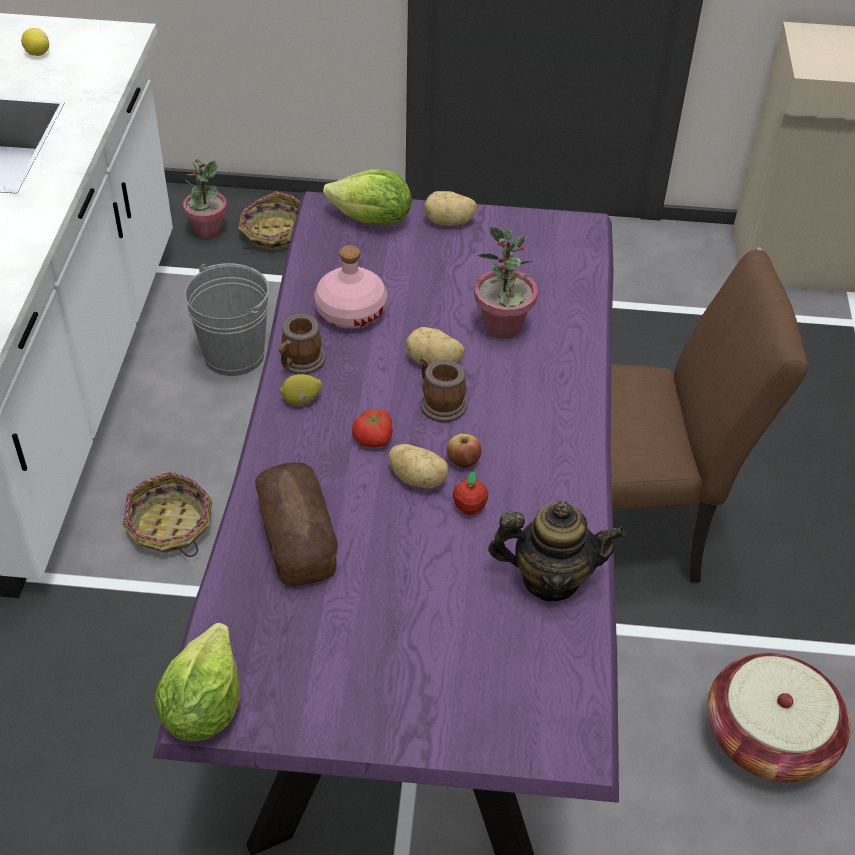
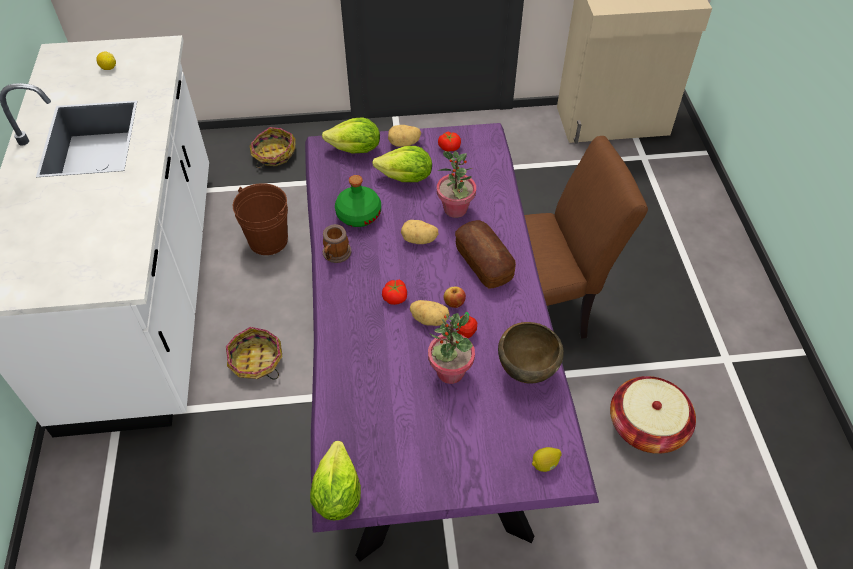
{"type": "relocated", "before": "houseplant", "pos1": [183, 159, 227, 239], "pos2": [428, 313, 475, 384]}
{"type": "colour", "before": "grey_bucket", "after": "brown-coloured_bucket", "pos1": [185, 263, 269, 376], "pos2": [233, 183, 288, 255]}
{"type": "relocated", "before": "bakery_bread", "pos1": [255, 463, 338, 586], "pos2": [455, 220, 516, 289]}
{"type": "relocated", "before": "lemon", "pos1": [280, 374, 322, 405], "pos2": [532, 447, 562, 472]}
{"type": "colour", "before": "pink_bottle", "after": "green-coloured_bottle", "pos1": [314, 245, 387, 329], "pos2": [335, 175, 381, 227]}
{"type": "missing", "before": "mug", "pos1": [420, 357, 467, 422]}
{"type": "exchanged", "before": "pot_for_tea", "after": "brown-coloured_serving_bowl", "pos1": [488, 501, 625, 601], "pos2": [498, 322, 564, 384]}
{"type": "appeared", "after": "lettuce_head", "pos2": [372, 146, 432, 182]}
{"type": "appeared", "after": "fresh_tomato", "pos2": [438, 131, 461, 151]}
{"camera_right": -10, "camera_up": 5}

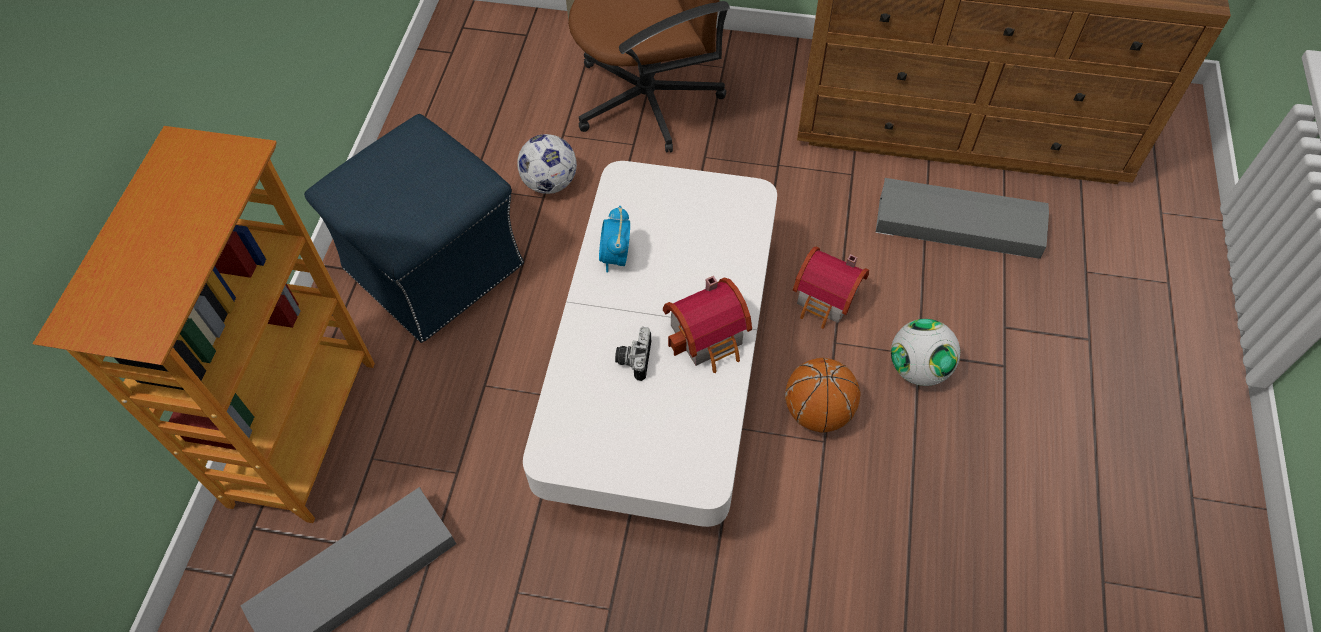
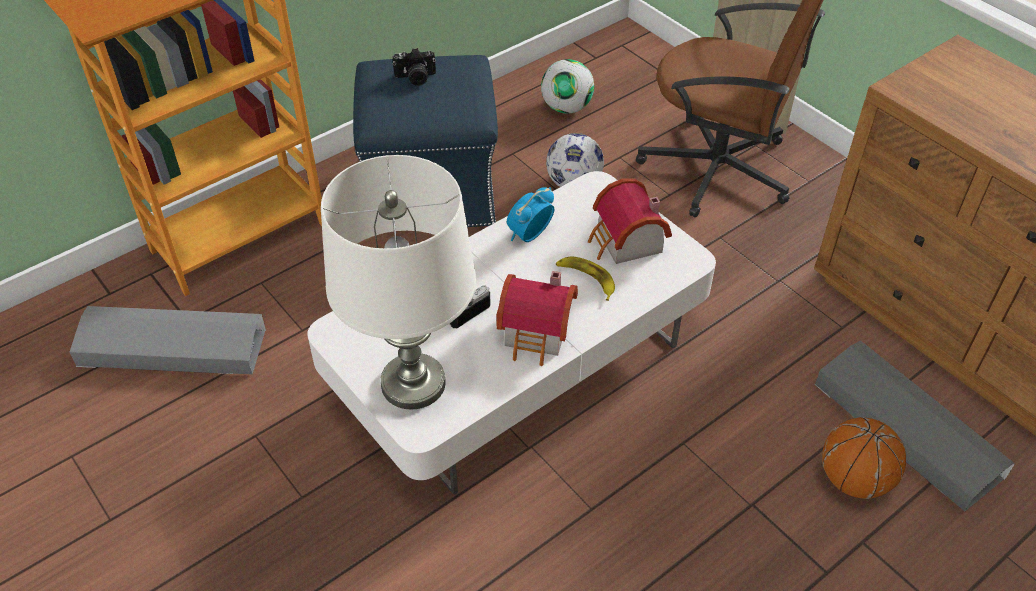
{"type": "relocated", "before": "basketball", "pos1": [785, 358, 861, 433], "pos2": [822, 417, 906, 499]}
{"type": "relocated", "before": "toy_house", "pos1": [793, 247, 869, 329], "pos2": [588, 178, 672, 264]}
{"type": "relocated", "before": "football", "pos1": [891, 319, 960, 386], "pos2": [541, 59, 594, 114]}
{"type": "appeared", "after": "whitish_table_lamp", "pos2": [321, 155, 476, 409]}
{"type": "appeared", "after": "photo_camera", "pos2": [393, 48, 436, 86]}
{"type": "appeared", "after": "banana", "pos2": [556, 256, 615, 301]}
{"camera_right": 40, "camera_up": -10}

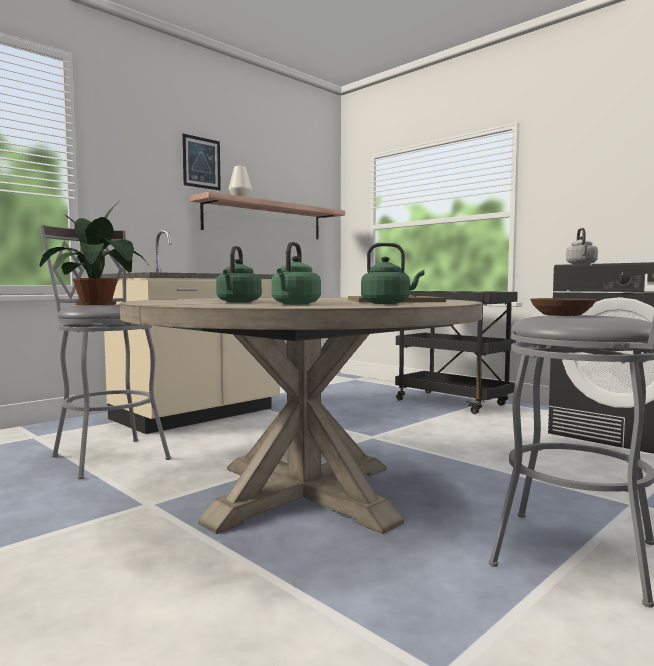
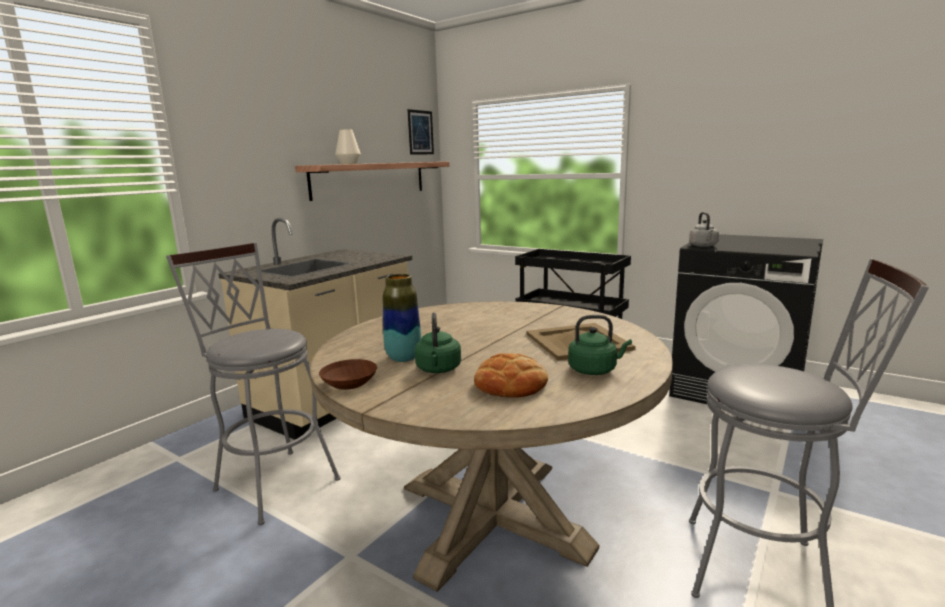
{"type": "missing", "before": "houseplant", "pos1": [39, 203, 148, 305]}
{"type": "relocated", "before": "wall_picture", "pos1": [182, 134, 221, 190], "pos2": [407, 109, 434, 155]}
{"type": "exchanged", "before": "green-coloured_kettle", "after": "bakery_bread", "pos1": [271, 242, 321, 304], "pos2": [474, 353, 548, 398]}
{"type": "relocated", "before": "brown-coloured_serving_bowl", "pos1": [530, 298, 596, 316], "pos2": [319, 359, 377, 390]}
{"type": "appeared", "after": "decorative_vase", "pos2": [383, 274, 421, 362]}
{"camera_right": -10, "camera_up": 10}

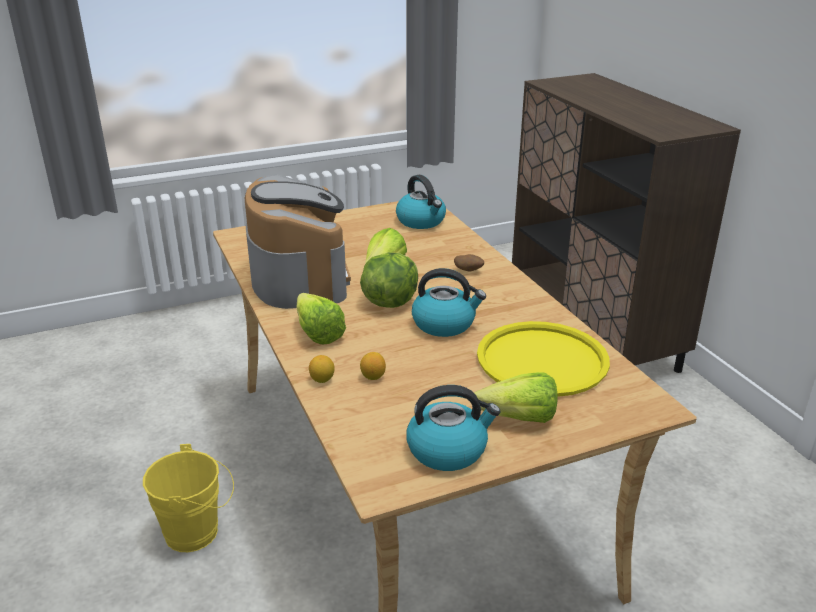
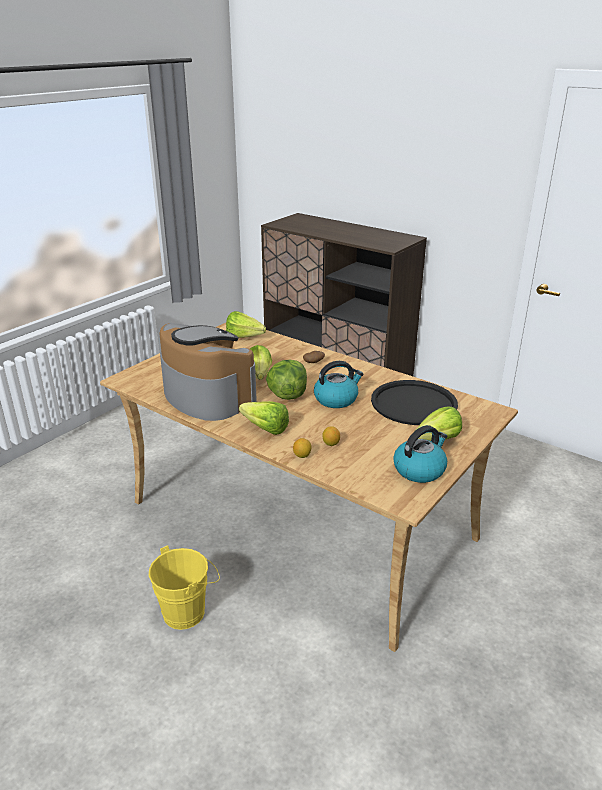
{"type": "exchanged", "before": "kettle", "after": "lettuce_head", "pos1": [396, 175, 446, 229], "pos2": [226, 311, 266, 338]}
{"type": "colour", "before": "yellow-coloured_serving_tray", "after": "black-coloured_serving_tray", "pos1": [477, 321, 610, 397], "pos2": [371, 380, 458, 425]}
{"camera_right": -30, "camera_up": 0}

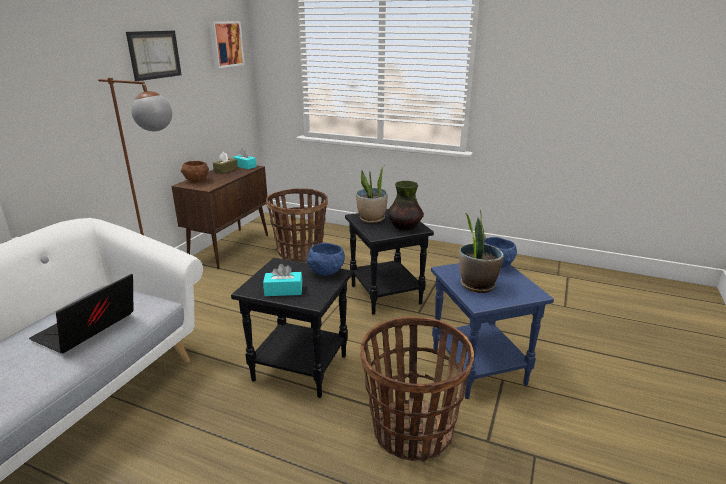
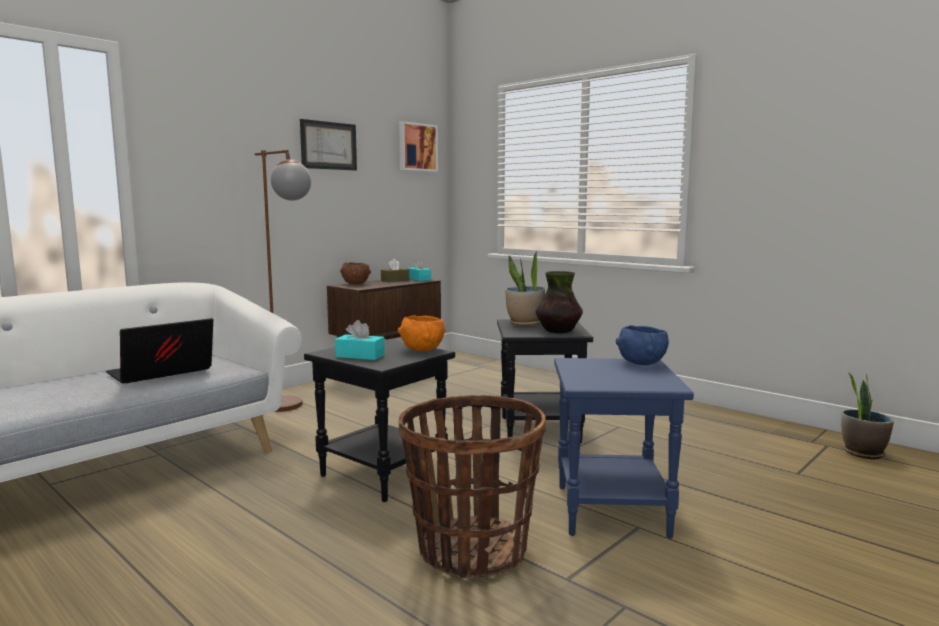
{"type": "missing", "before": "storage_basket", "pos1": [266, 188, 328, 262]}
{"type": "colour", "before": "blue-coloured_serving_bowl", "after": "orange_serving_bowl", "pos1": [306, 243, 345, 276], "pos2": [398, 315, 446, 351]}
{"type": "relocated", "before": "houseplant", "pos1": [459, 210, 504, 293], "pos2": [841, 372, 894, 459]}
{"camera_right": 20, "camera_up": -15}

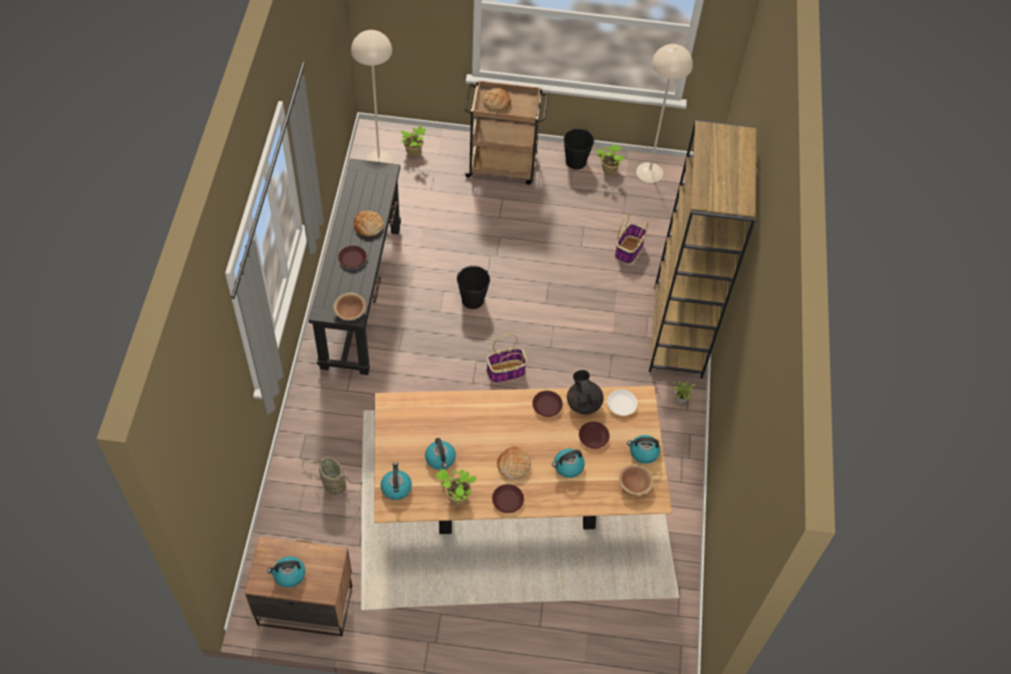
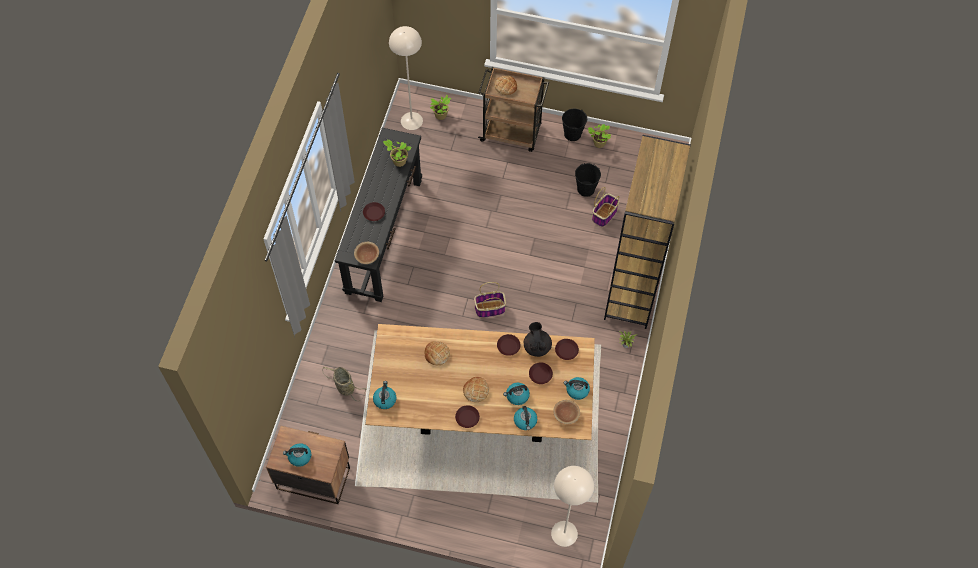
{"type": "relocated", "before": "bakery_bread", "pos1": [354, 211, 384, 236], "pos2": [425, 341, 450, 365]}
{"type": "relocated", "before": "kettle", "pos1": [425, 438, 456, 470], "pos2": [514, 406, 537, 430]}
{"type": "relocated", "before": "houseplant", "pos1": [435, 469, 477, 505], "pos2": [383, 140, 411, 167]}
{"type": "relocated", "before": "black-coloured_bucket", "pos1": [457, 265, 490, 309], "pos2": [575, 163, 601, 197]}
{"type": "colour", "before": "whitish_plate", "after": "brown-coloured_plate", "pos1": [607, 389, 638, 416], "pos2": [555, 339, 579, 360]}
{"type": "relocated", "before": "beige-coloured_standard_lamp", "pos1": [636, 44, 693, 183], "pos2": [551, 466, 594, 547]}
{"camera_right": 10, "camera_up": 5}

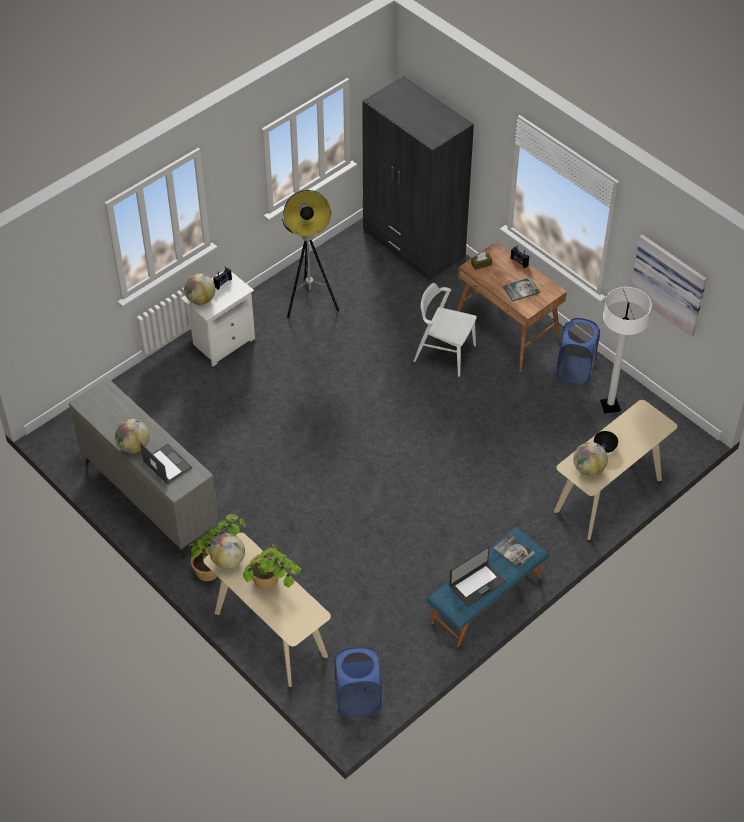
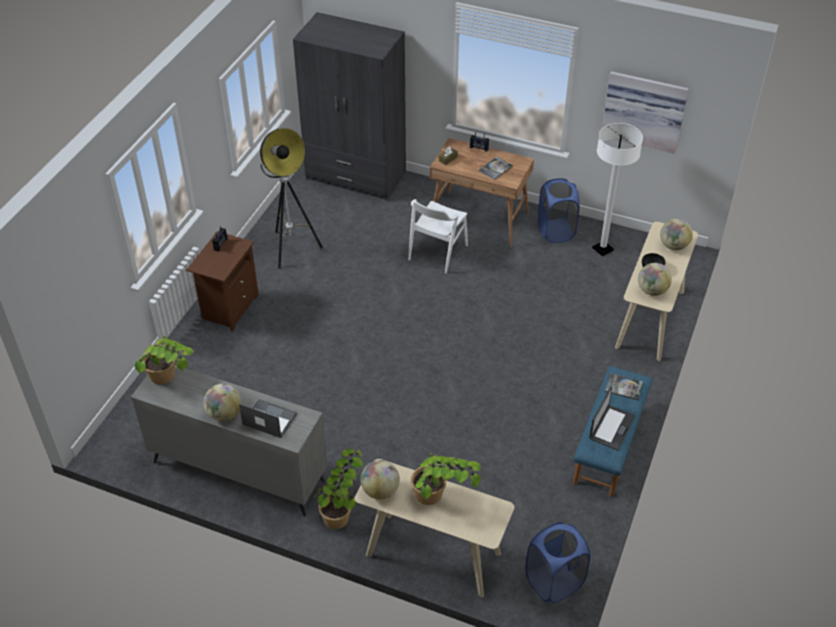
{"type": "colour", "before": "whitish_nightstand", "after": "brown-coloured_nightstand", "pos1": [181, 271, 255, 366], "pos2": [186, 231, 259, 331]}
{"type": "relocated", "before": "globe", "pos1": [184, 274, 215, 305], "pos2": [660, 219, 693, 250]}
{"type": "spun", "before": "whitish_plain_chair", "pos1": [414, 283, 477, 377], "pos2": [408, 199, 468, 274], "turn": -60}
{"type": "appeared", "after": "houseplant", "pos2": [135, 335, 195, 384]}
{"camera_right": -25, "camera_up": -5}

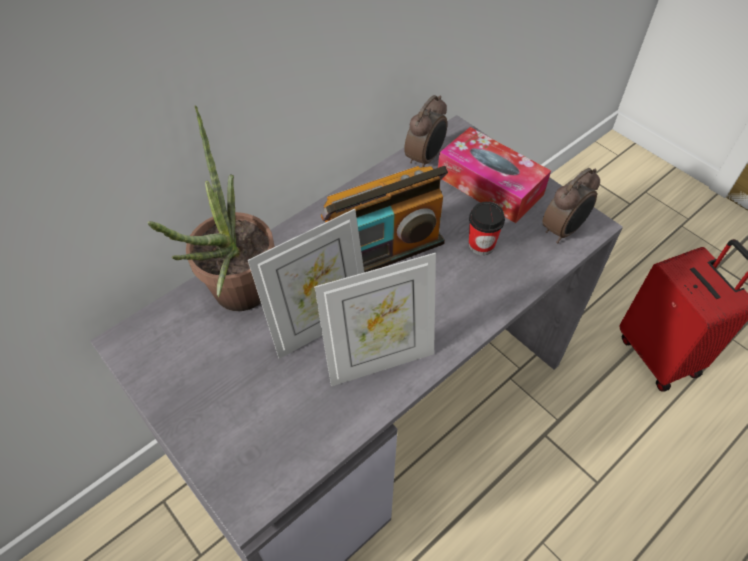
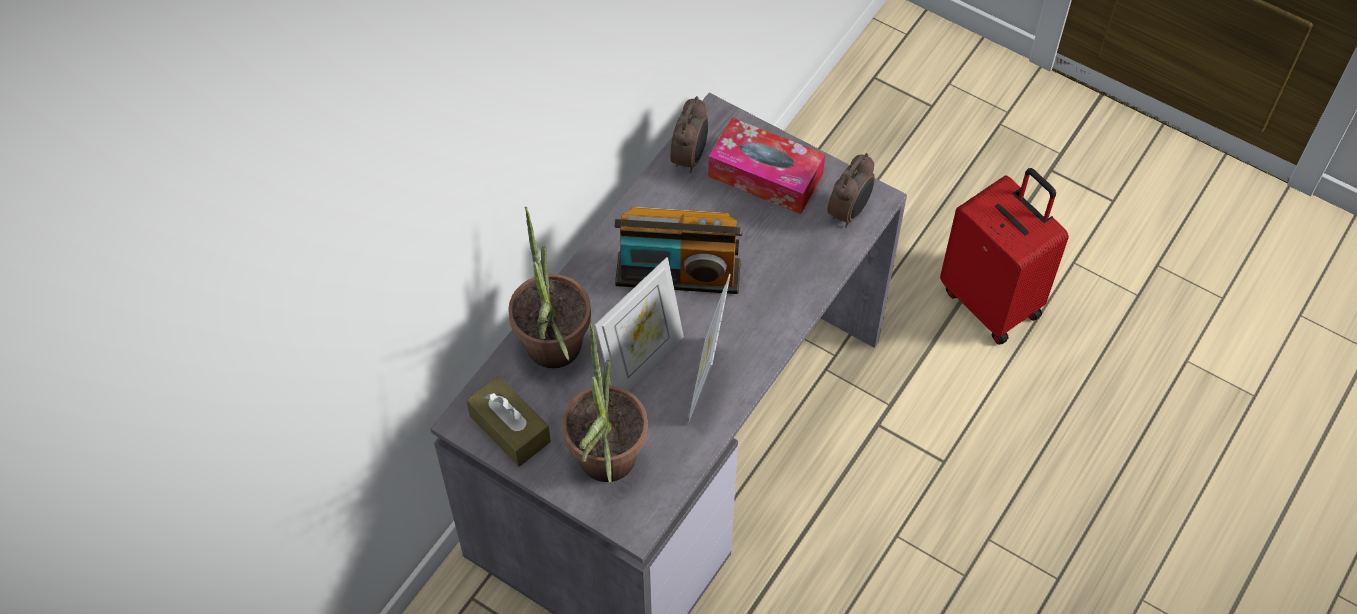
{"type": "spun", "before": "standing_frame", "pos1": [314, 253, 436, 386], "pos2": [688, 274, 731, 425], "turn": 135}
{"type": "spun", "before": "radio", "pos1": [321, 166, 448, 272], "pos2": [614, 207, 742, 294], "turn": 45}
{"type": "missing", "before": "cup", "pos1": [469, 202, 505, 255]}
{"type": "appeared", "after": "brown-coloured_tissue_holder", "pos2": [466, 376, 551, 467]}
{"type": "appeared", "after": "houseplant", "pos2": [562, 322, 648, 484]}
{"camera_right": -15, "camera_up": 5}

